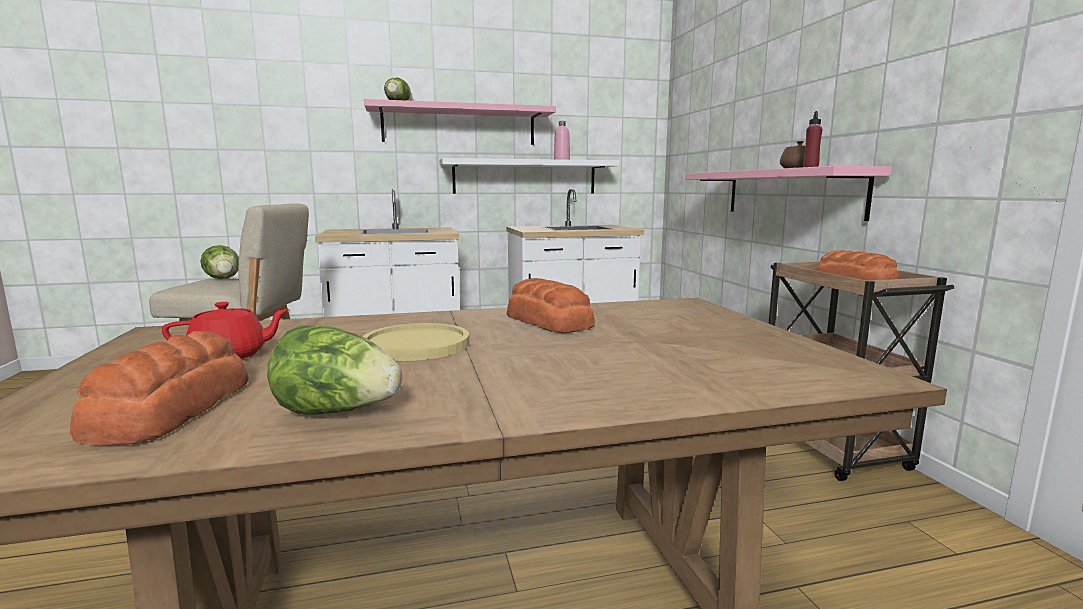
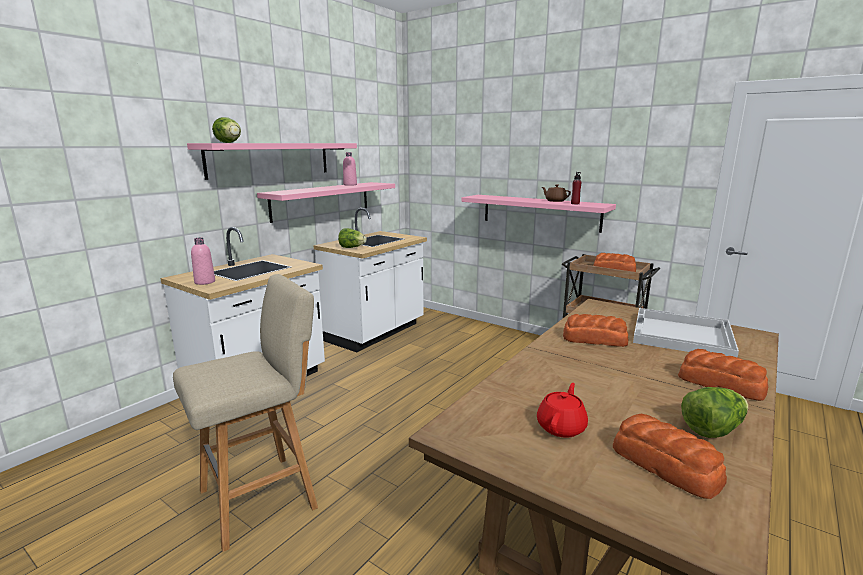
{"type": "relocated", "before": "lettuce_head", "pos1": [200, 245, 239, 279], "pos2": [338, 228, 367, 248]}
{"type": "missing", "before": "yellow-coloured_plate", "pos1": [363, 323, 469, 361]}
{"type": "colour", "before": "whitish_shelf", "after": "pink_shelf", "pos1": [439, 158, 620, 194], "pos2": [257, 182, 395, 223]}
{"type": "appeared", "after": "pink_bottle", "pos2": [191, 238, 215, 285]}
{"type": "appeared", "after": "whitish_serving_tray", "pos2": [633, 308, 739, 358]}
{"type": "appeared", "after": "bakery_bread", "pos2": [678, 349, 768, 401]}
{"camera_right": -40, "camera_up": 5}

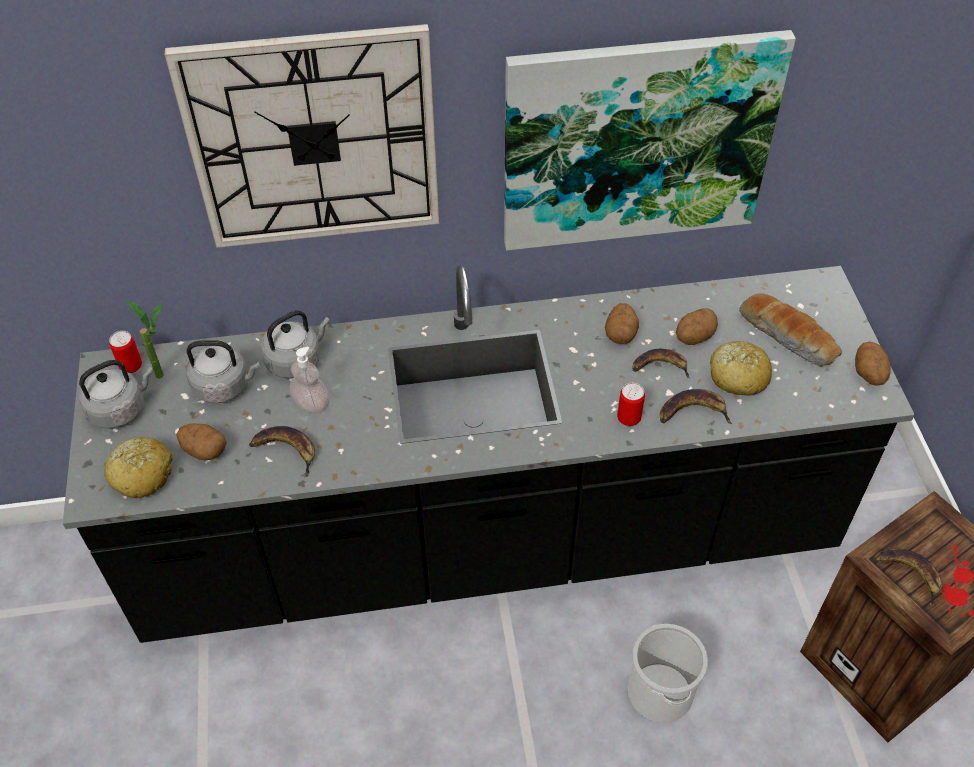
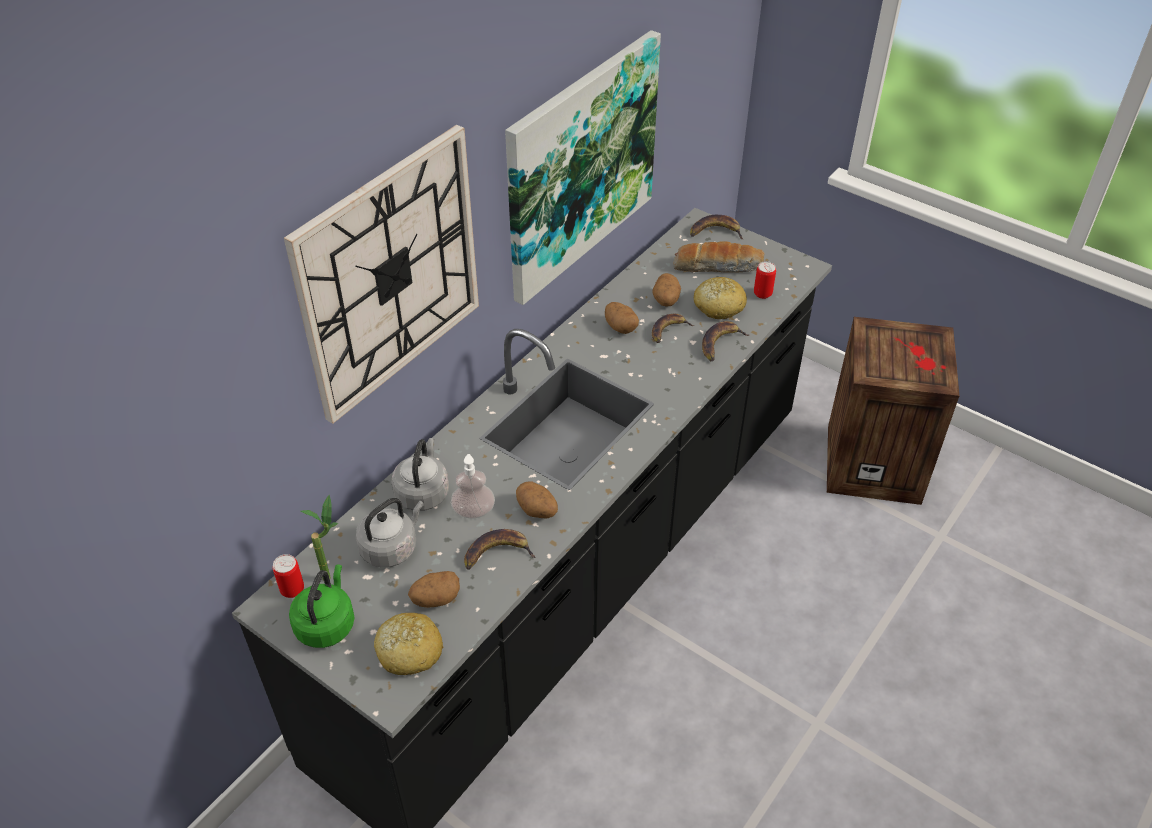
{"type": "colour", "before": "grey_kettle", "after": "green-coloured_kettle", "pos1": [79, 360, 154, 429], "pos2": [289, 564, 355, 648]}
{"type": "relocated", "before": "can", "pos1": [617, 383, 645, 426], "pos2": [754, 261, 776, 299]}
{"type": "missing", "before": "bucket", "pos1": [628, 624, 708, 723]}
{"type": "relocated", "before": "spud", "pos1": [855, 342, 890, 386], "pos2": [516, 481, 558, 518]}
{"type": "relocated", "before": "banana", "pos1": [873, 549, 942, 608], "pos2": [690, 215, 743, 239]}
{"camera_right": -45, "camera_up": -5}

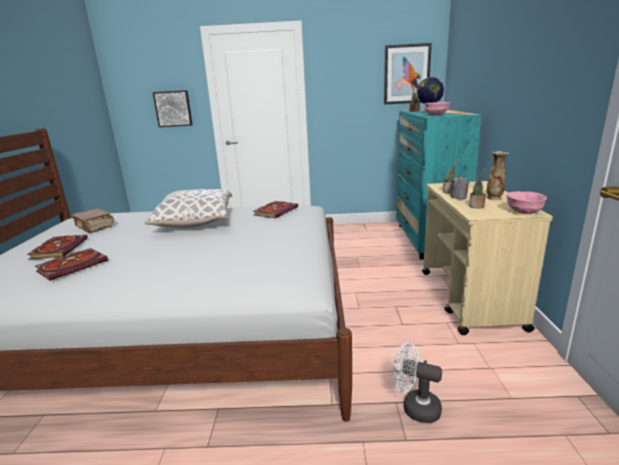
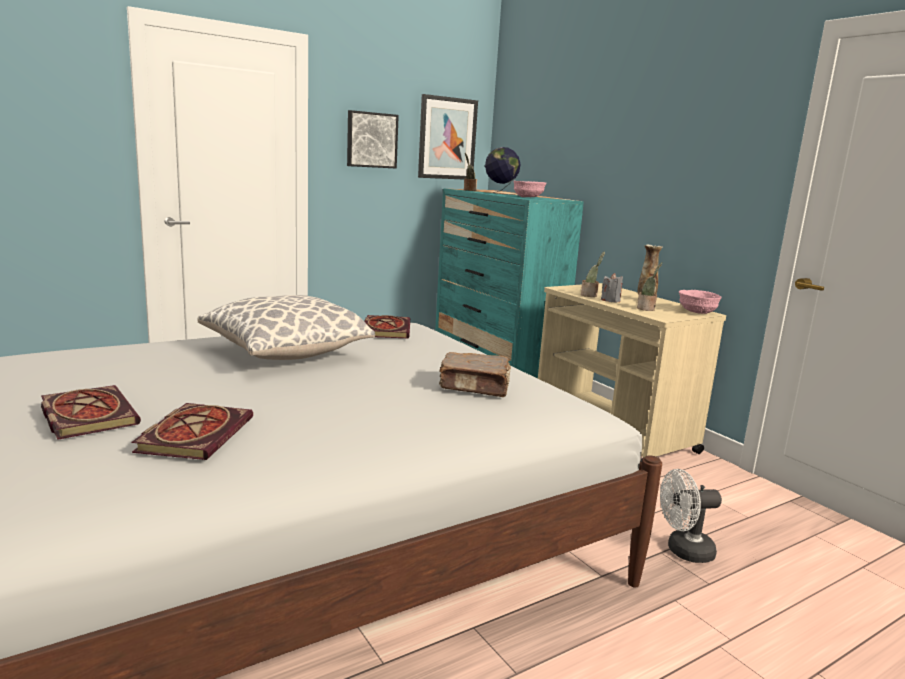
{"type": "relocated", "before": "brown-coloured_volume", "pos1": [71, 208, 114, 233], "pos2": [439, 352, 511, 397]}
{"type": "relocated", "before": "wall_picture", "pos1": [153, 90, 193, 127], "pos2": [347, 110, 399, 169]}
{"camera_right": -35, "camera_up": -5}

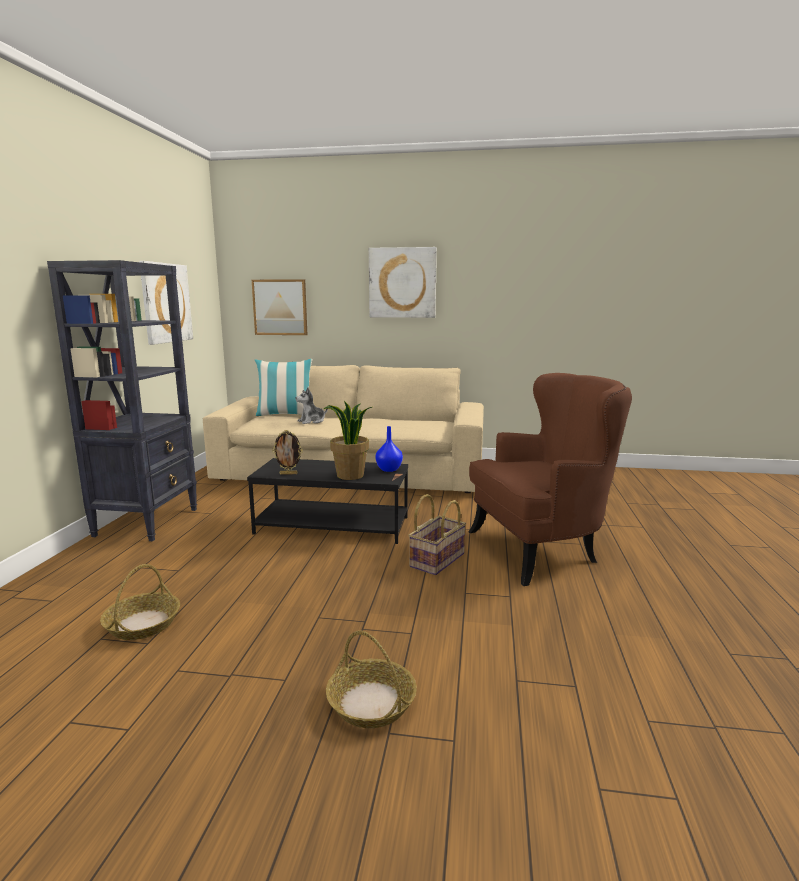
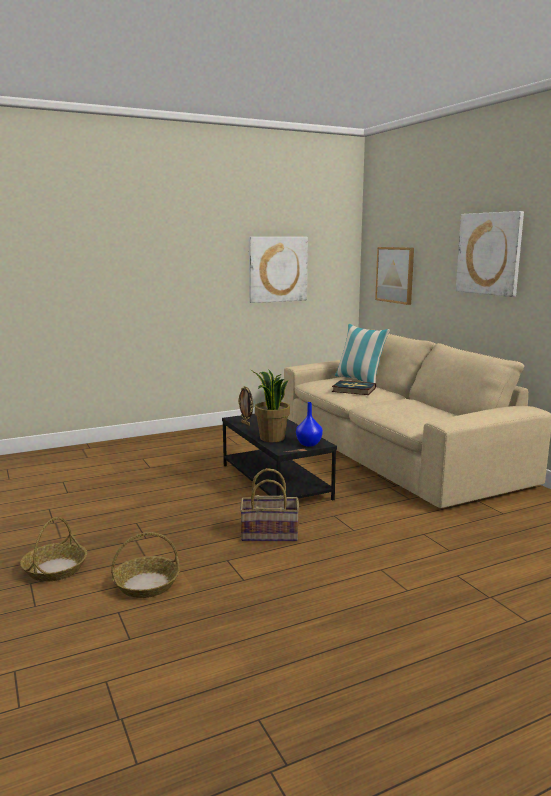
{"type": "missing", "before": "black-coloured_bookshelf", "pos1": [47, 260, 197, 541]}
{"type": "relocated", "before": "storage_basket", "pos1": [100, 564, 180, 640], "pos2": [111, 532, 180, 598]}
{"type": "exchanged", "before": "soft_toy", "after": "volume", "pos1": [296, 387, 328, 424], "pos2": [332, 380, 376, 395]}
{"type": "missing", "before": "brown-coloured_lounge_chair", "pos1": [468, 373, 632, 586]}
{"camera_right": 55, "camera_up": 0}

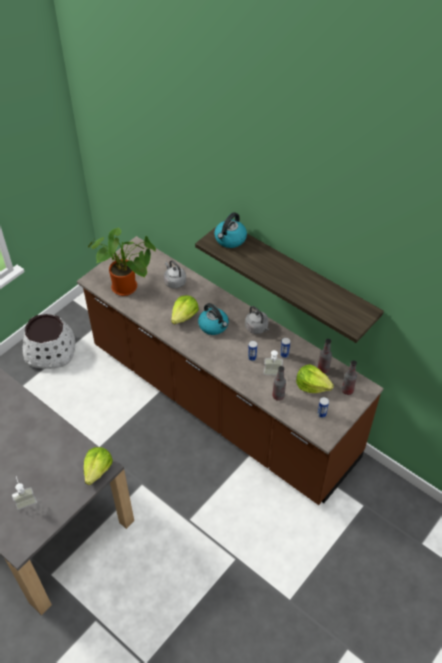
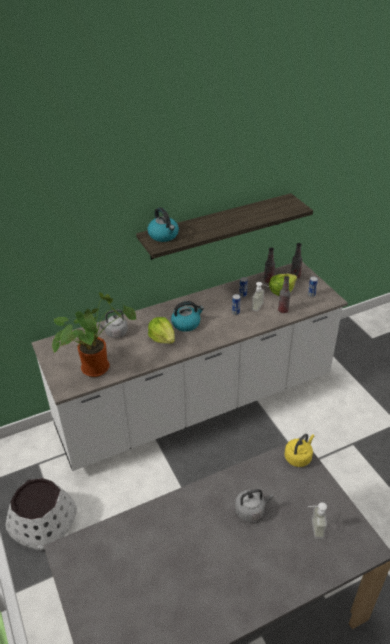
{"type": "colour", "before": "brown-coloured_kitchen_base_unit", "after": "whitish_kitchen_base_unit", "pos1": [77, 236, 384, 505], "pos2": [32, 262, 348, 471]}
{"type": "exchanged", "before": "lettuce_head", "after": "yellow-coloured_kettle", "pos1": [84, 447, 113, 485], "pos2": [284, 434, 314, 467]}
{"type": "relocated", "before": "grey_kettle", "pos1": [245, 306, 270, 334], "pos2": [235, 489, 274, 522]}
{"camera_right": -65, "camera_up": -10}

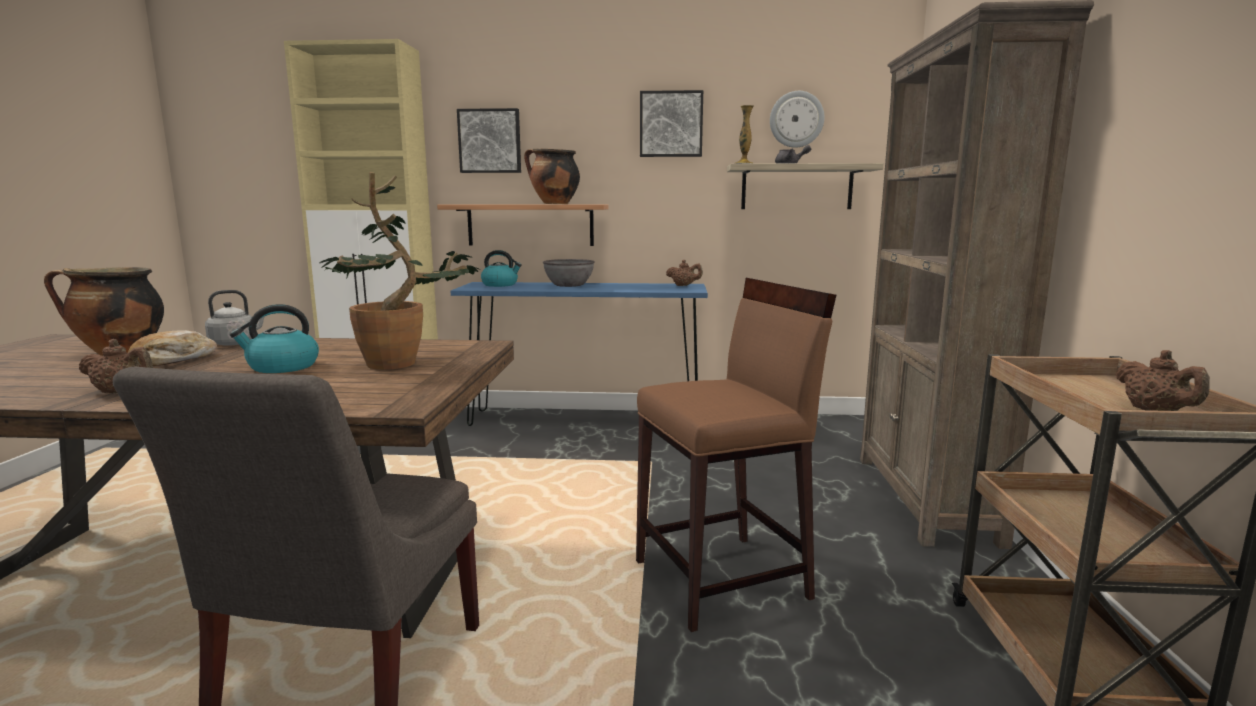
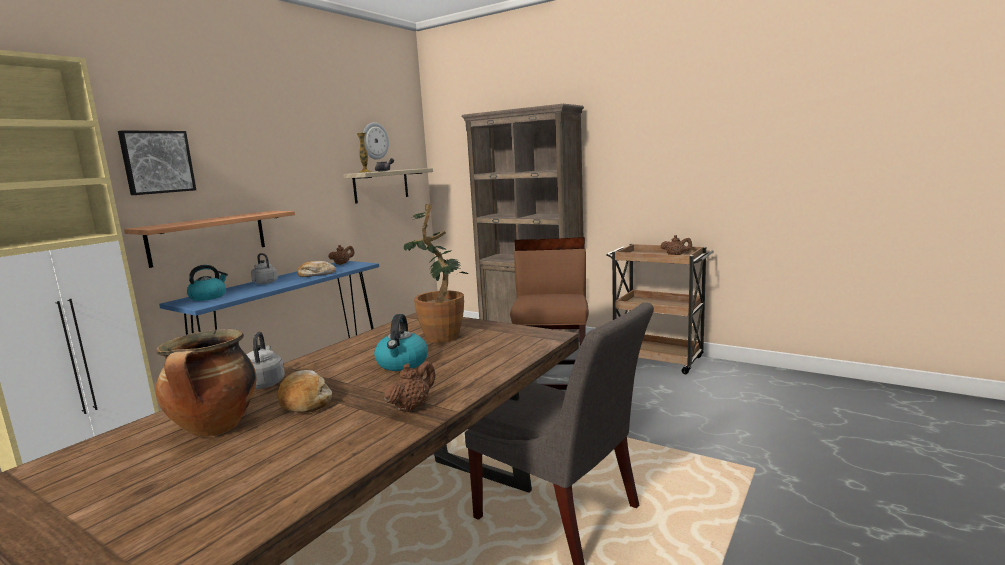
{"type": "missing", "before": "stockpot", "pos1": [524, 149, 580, 204]}
{"type": "exchanged", "before": "grey_serving_bowl", "after": "grey_kettle", "pos1": [542, 259, 595, 287], "pos2": [251, 253, 278, 284]}
{"type": "missing", "before": "wall_picture", "pos1": [640, 90, 703, 157]}
{"type": "appeared", "after": "bakery_bread", "pos2": [297, 261, 336, 277]}
{"camera_right": -60, "camera_up": 0}

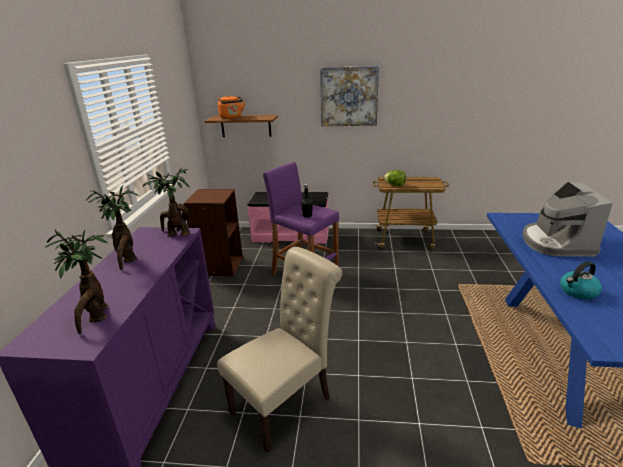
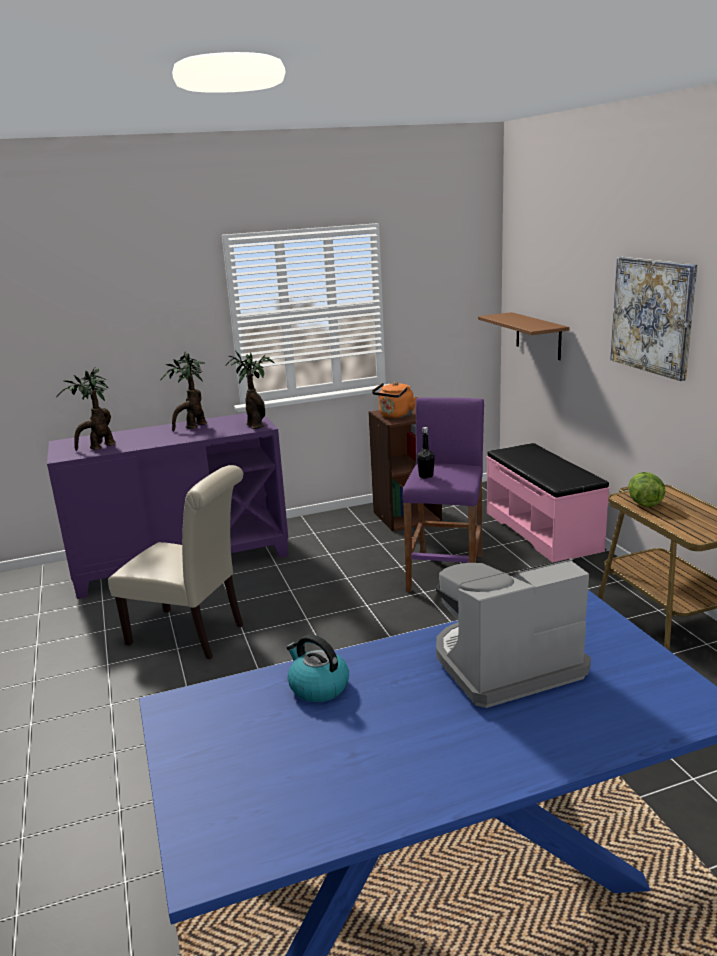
{"type": "relocated", "before": "orange_kettle", "pos1": [218, 95, 245, 119], "pos2": [372, 382, 417, 418]}
{"camera_right": 65, "camera_up": -5}

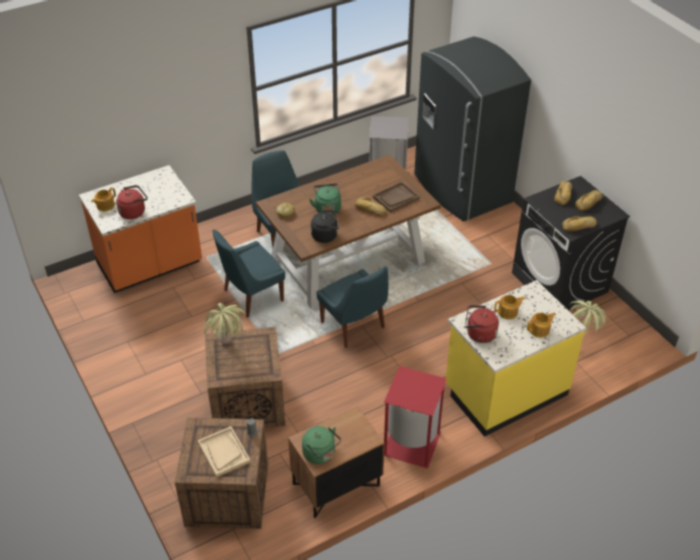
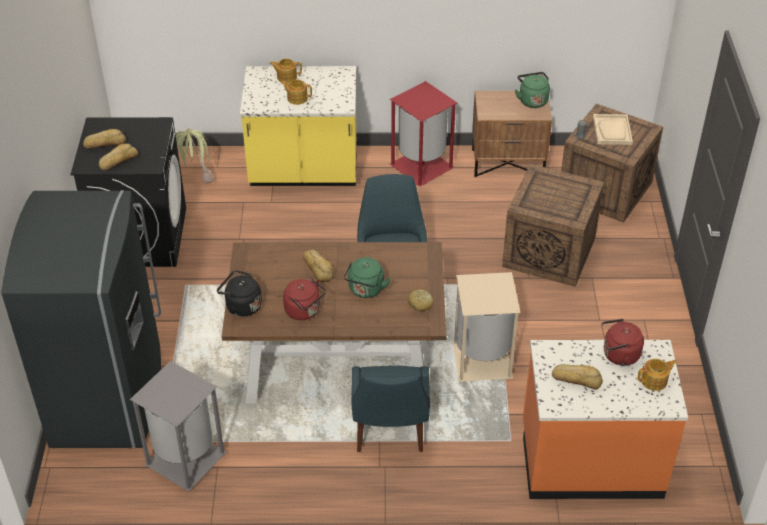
{"type": "missing", "before": "houseplant", "pos1": [203, 303, 247, 344]}
{"type": "exchanged", "before": "blue-coloured_plain_chair", "after": "beige-coloured_trash_can", "pos1": [213, 229, 285, 318], "pos2": [453, 272, 520, 381]}
{"type": "relocated", "before": "black-coloured_kettle", "pos1": [311, 210, 340, 243], "pos2": [217, 270, 262, 317]}
{"type": "missing", "before": "brown-coloured_serving_tray", "pos1": [373, 181, 420, 213]}
{"type": "relocated", "before": "reddish_kettle", "pos1": [465, 305, 499, 343], "pos2": [283, 279, 326, 320]}
{"type": "relocated", "before": "bakery_bread", "pos1": [562, 216, 597, 232], "pos2": [552, 364, 603, 390]}
{"camera_right": -150, "camera_up": 0}

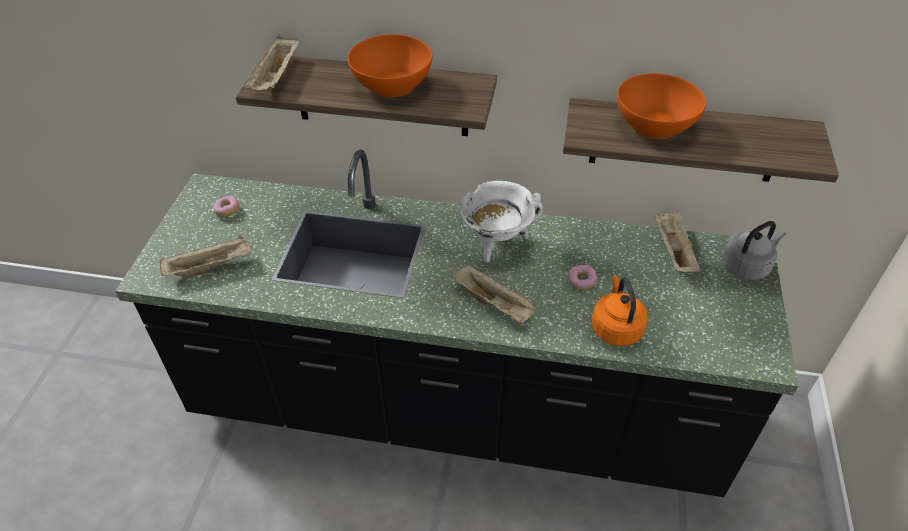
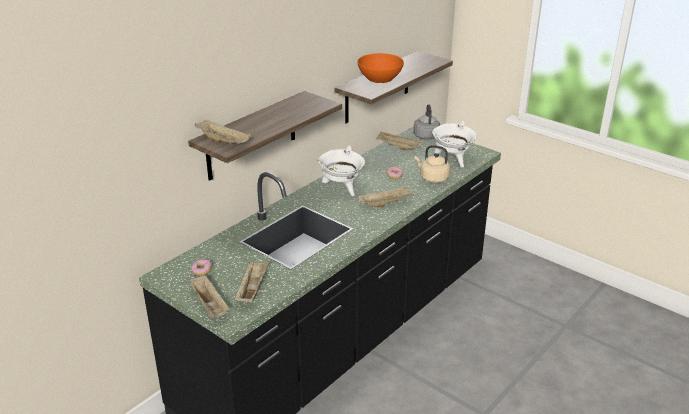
{"type": "missing", "before": "orange_serving_bowl", "pos1": [348, 34, 432, 97]}
{"type": "colour", "before": "orange_kettle", "after": "beige-coloured_kettle", "pos1": [592, 276, 648, 346], "pos2": [414, 145, 450, 183]}
{"type": "appeared", "after": "beige-coloured_serving_tray", "pos2": [189, 275, 230, 318]}
{"type": "appeared", "after": "whitish_stockpot", "pos2": [432, 121, 477, 168]}
{"camera_right": -60, "camera_up": -15}

